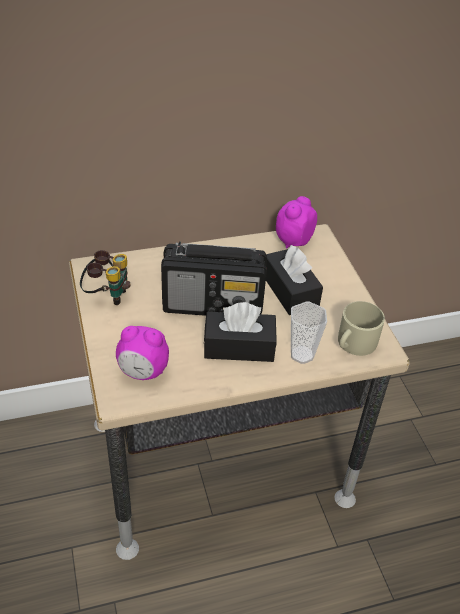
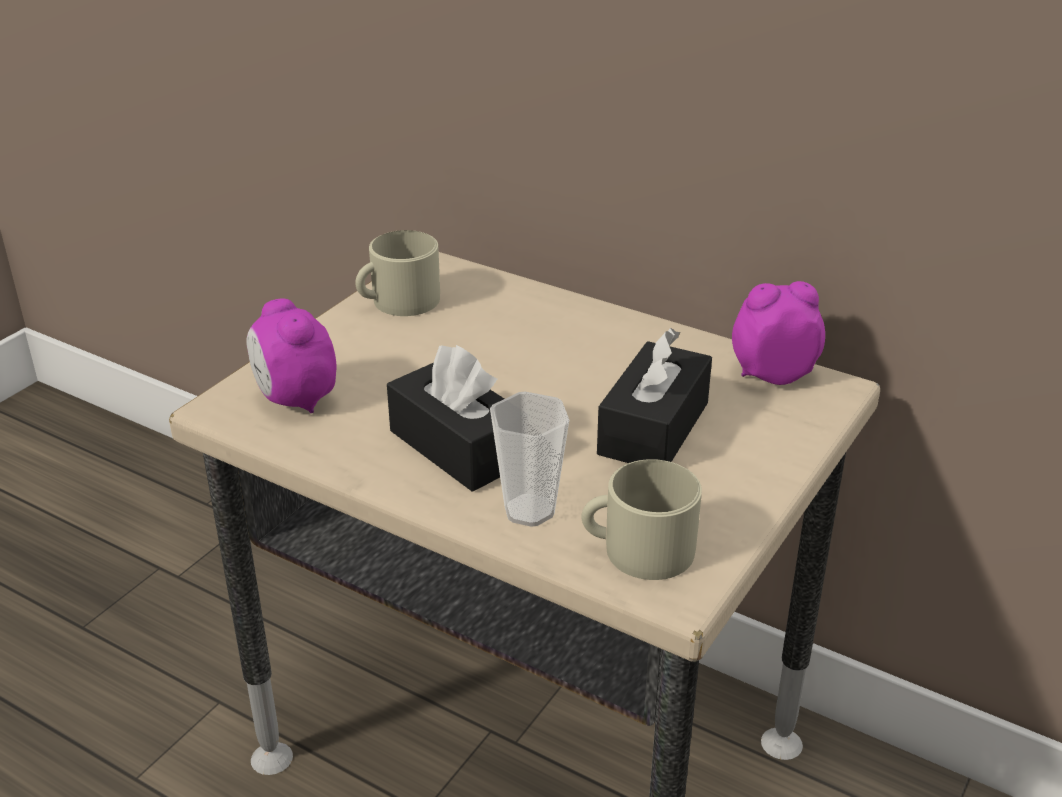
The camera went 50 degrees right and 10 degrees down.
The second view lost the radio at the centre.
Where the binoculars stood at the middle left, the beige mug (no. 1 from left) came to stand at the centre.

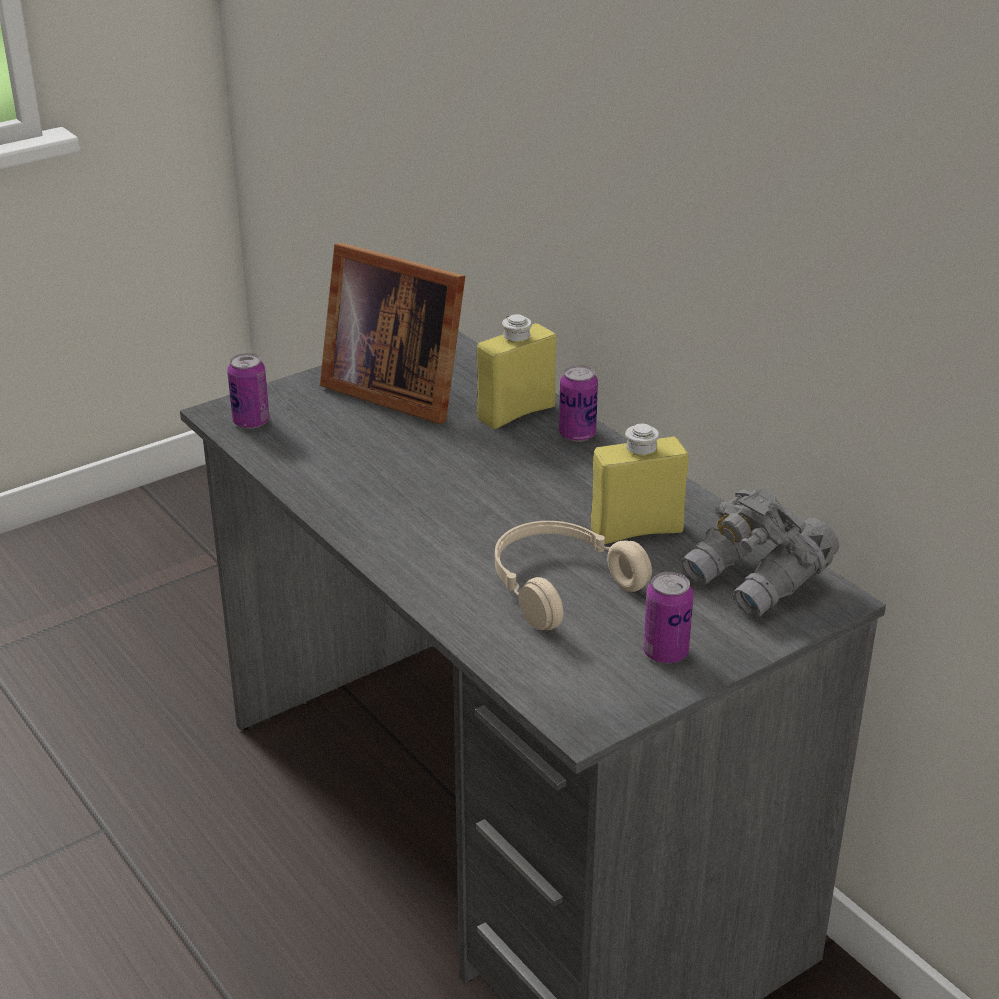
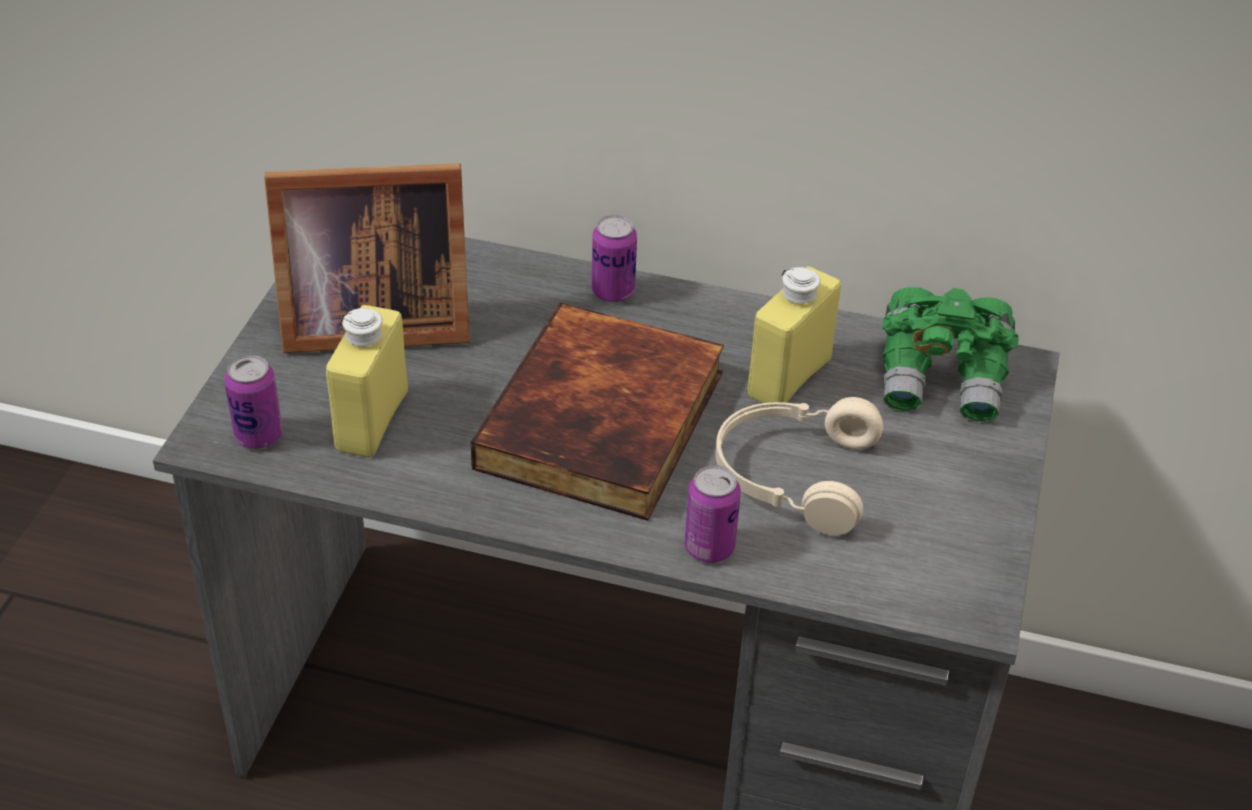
The camera went 40 degrees left and 10 degrees up.
The second view gained the book at the centre.
The yellow bottle (no. 1 from left) ended up elsewhere, having gone from the centre to the middle left.
The can (no. 3 from left) ended up elsewhere, having gone from the middle right to the centre.
What was the grey binoculars at the middle right turned into the green binoculars at the middle right.

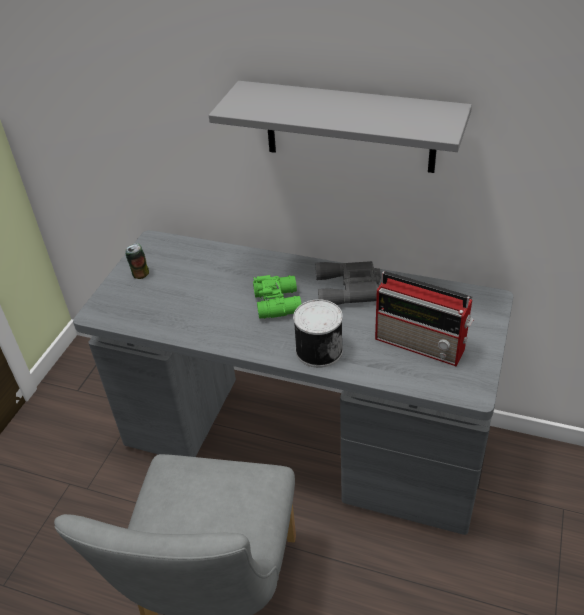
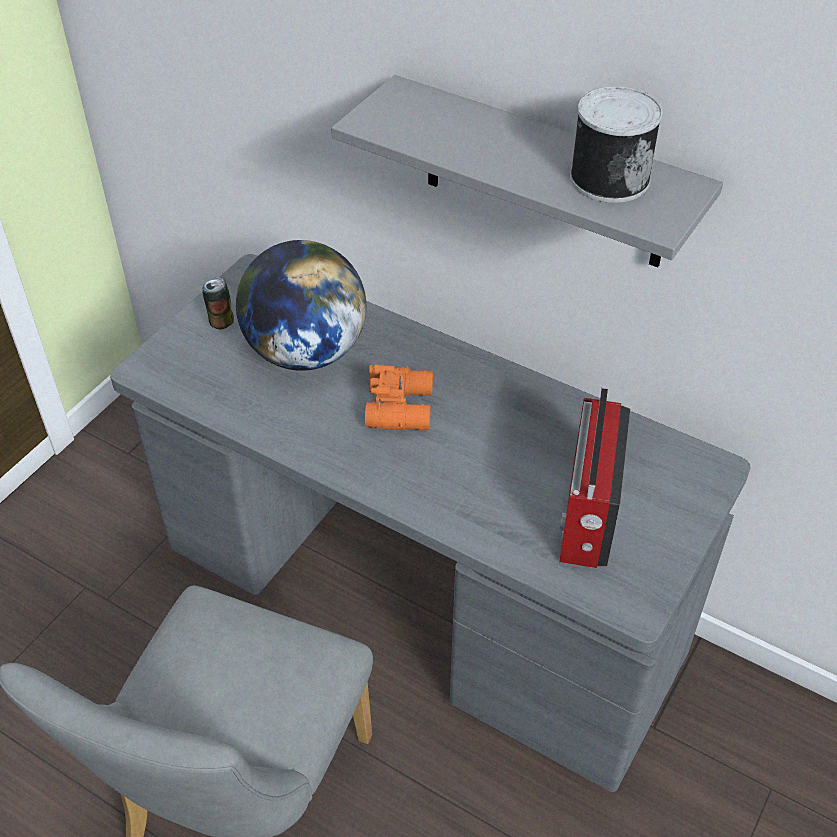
The camera went 10 degrees right and 5 degrees up.
The second view lost the grey binoculars at the centre.
The second view gained the globe at the centre.
The can (no. 2 from left) ended up elsewhere, having gone from the centre to the top right.
What was the green binoculars at the centre turned into the orange binoculars at the centre.
The radio at the middle right ended up facing another way, 60 degrees clockwise from before.

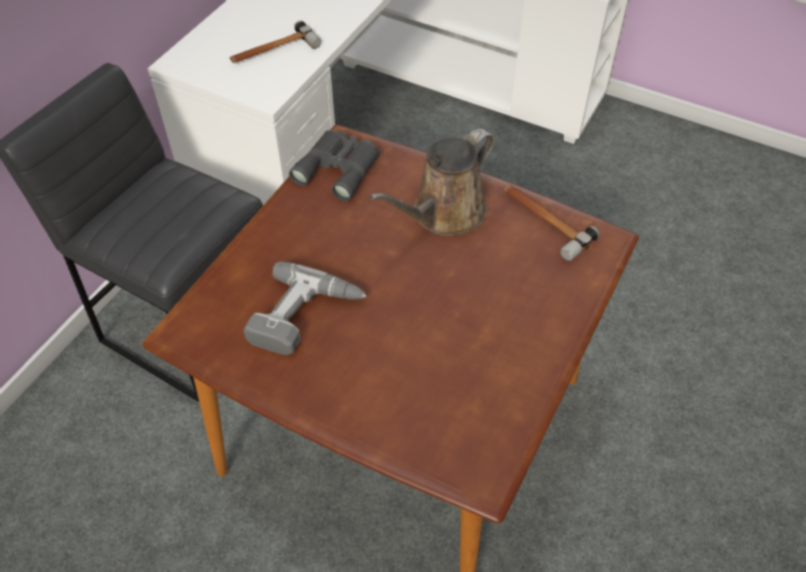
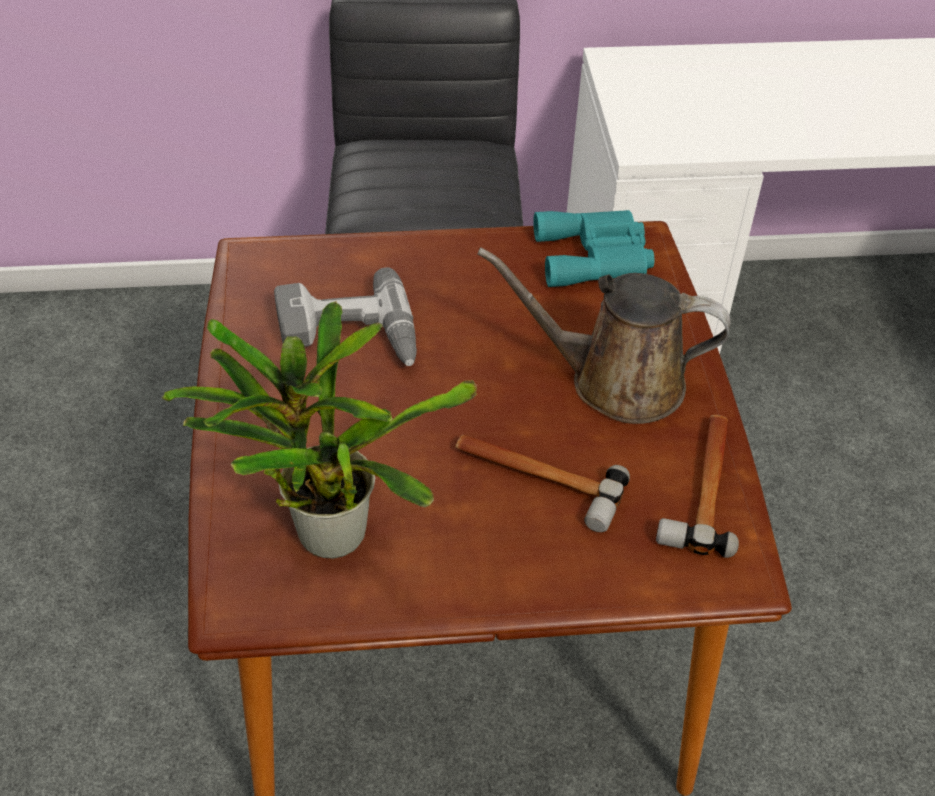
The camera went 55 degrees right and 5 degrees down.
The second view gained the potted plant at the centre.
The hammer (no. 1 from left) ended up elsewhere, having gone from the top centre to the centre.
What was the grey binoculars at the top centre turned into the turquoise binoculars at the top centre.

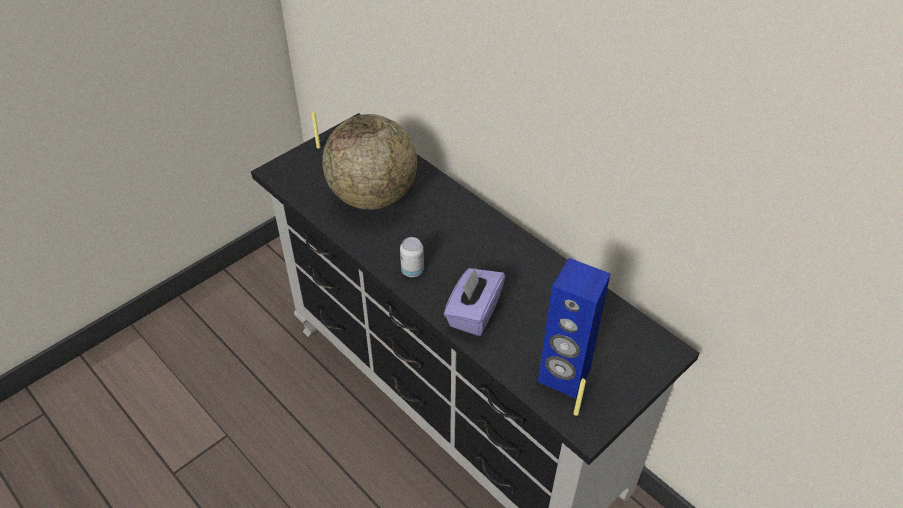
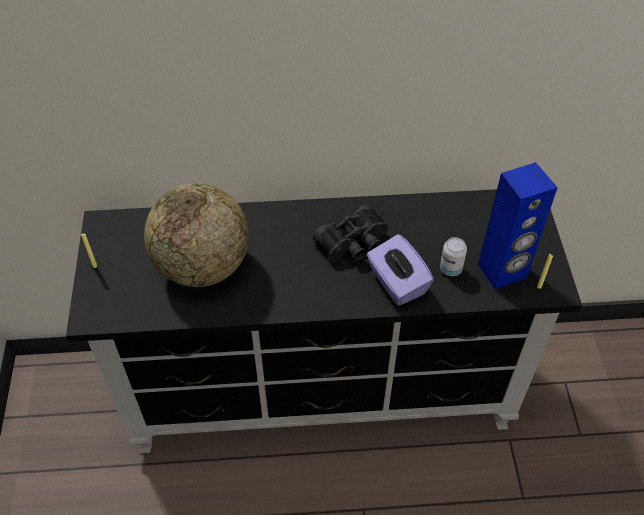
The camera went 50 degrees left and 5 degrees up.
The second view gained the black binoculars at the centre.
The can ended up elsewhere, having gone from the centre to the middle right.

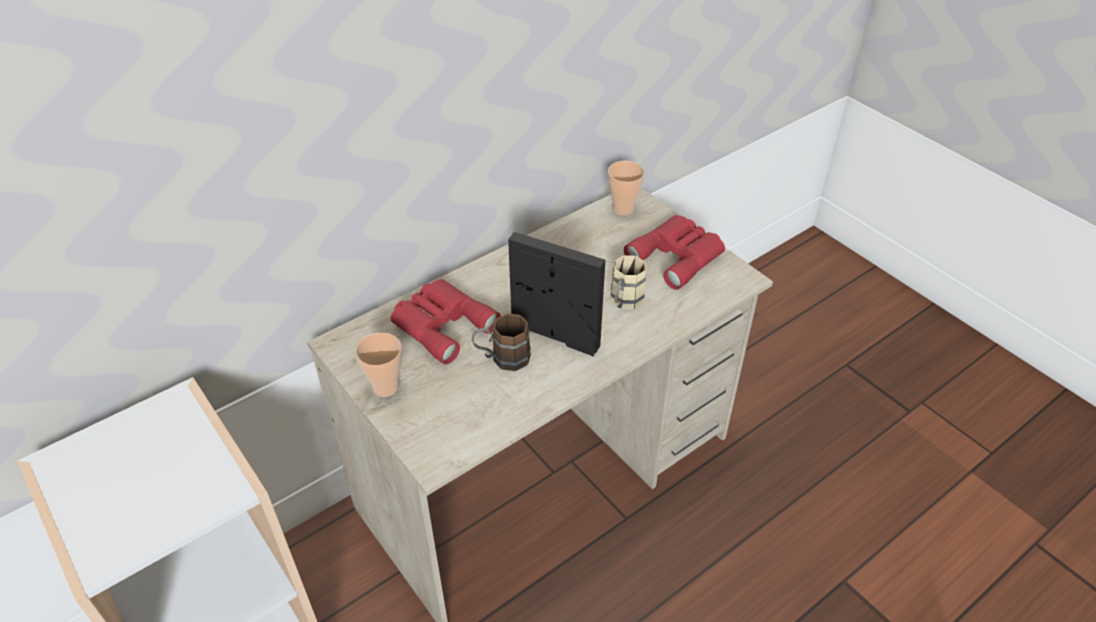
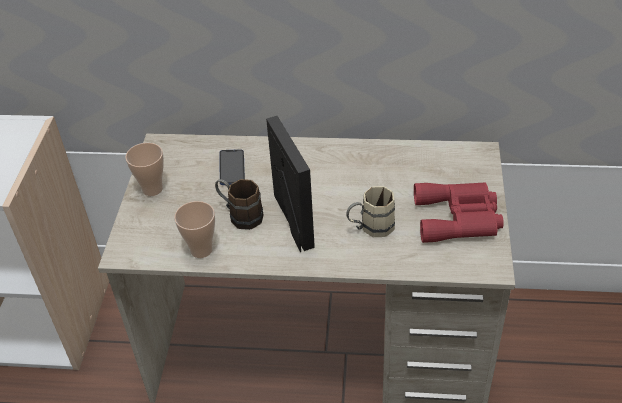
The camera went 45 degrees right and 0 degrees up.
The cup (no. 2 from left) ended up elsewhere, having gone from the top centre to the middle left.
Where the red binoculars (no. 1 from left) stood at the centre, the phone came to stand at the centre.

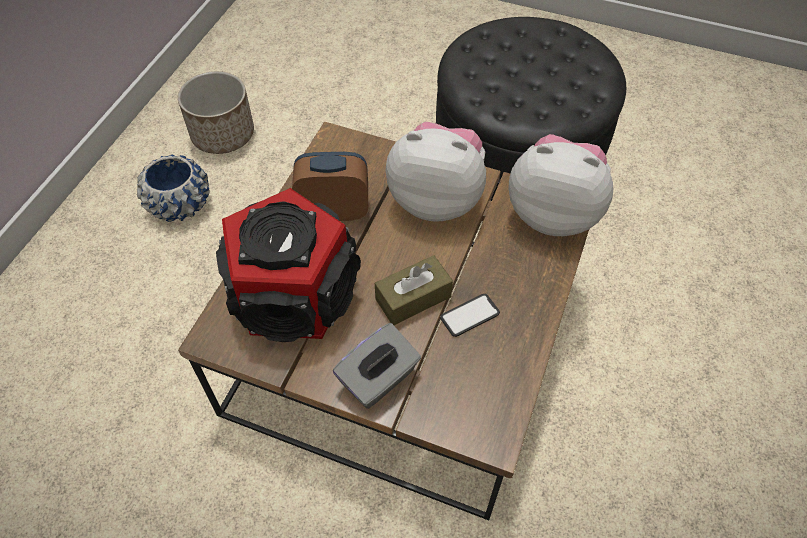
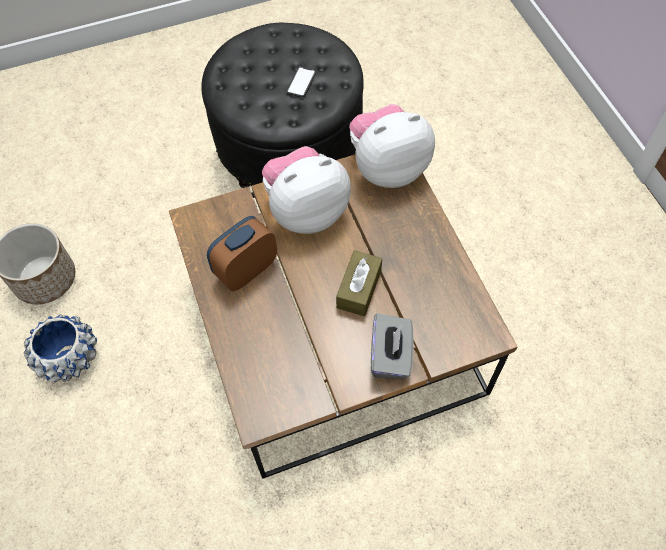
The camera went 40 degrees left and 5 degrees up.
The second view lost the speaker at the centre.
The phone ended up elsewhere, having gone from the centre to the top centre.

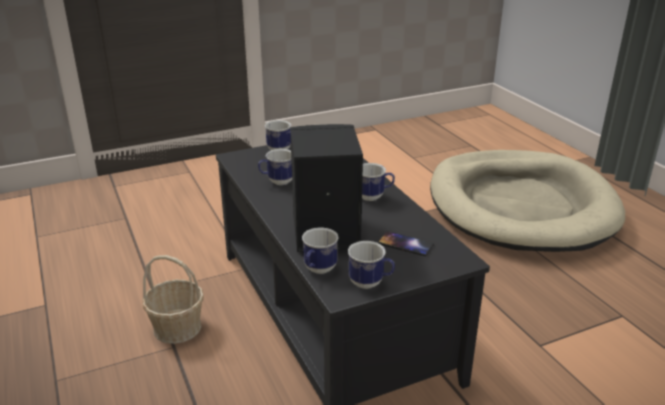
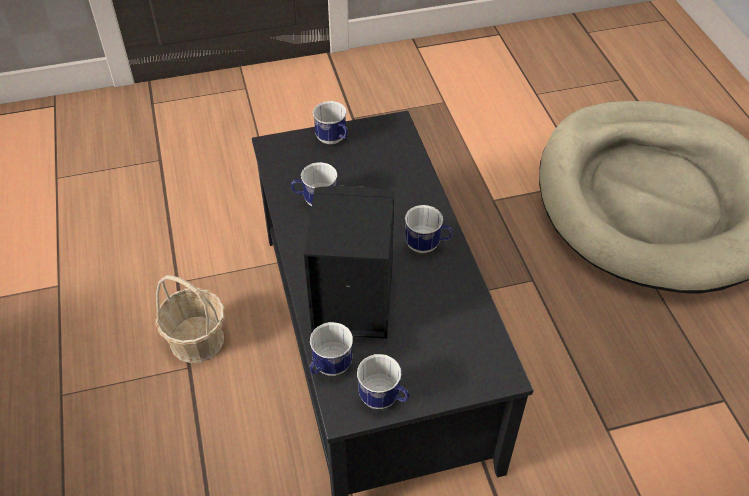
The camera went 10 degrees right and 20 degrees up.
The second view lost the phone at the centre.

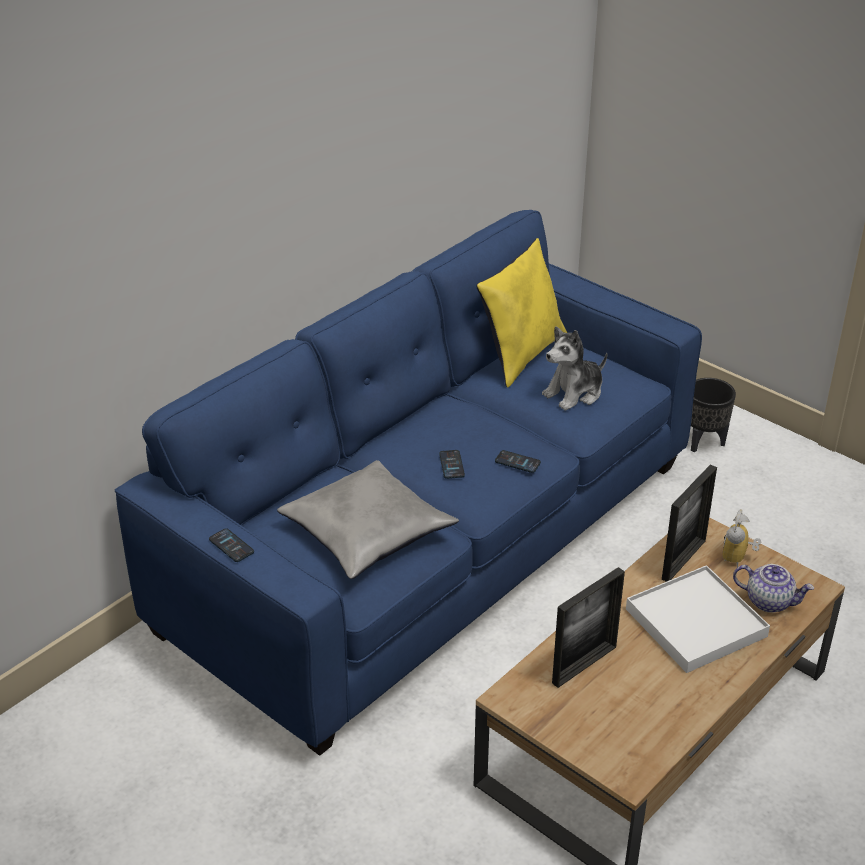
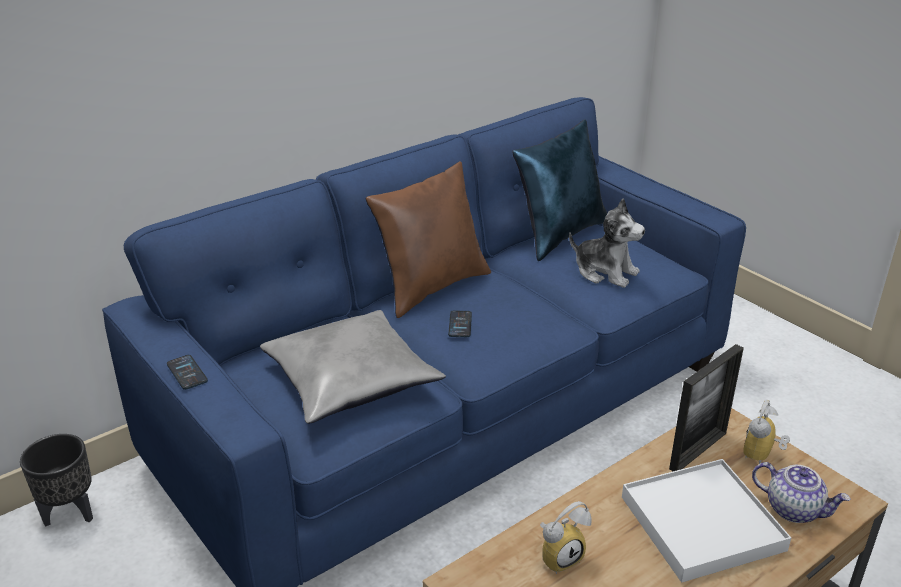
The camera went 10 degrees right and 5 degrees down.
The second view lost the phone (no. 3 from left) at the centre.
The second view gained the brown pillow at the centre.
The black planter ended up elsewhere, having gone from the middle right to the bottom left.
Where the picture frame (no. 1 from left) stood at the bottom right, the alarm clock (no. 1 from left) came to stand at the bottom centre.
What was the yellow pillow at the centre turned into the blue pillow at the top centre.
The plush toy at the centre ended up facing another way, 120 degrees counterclockwise from before.

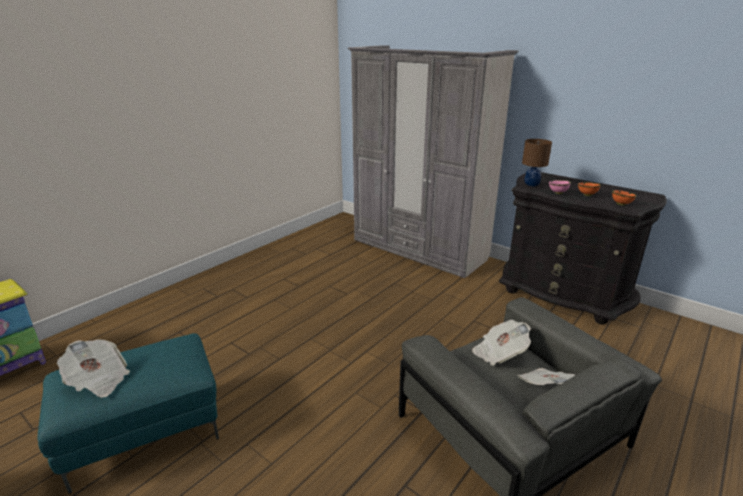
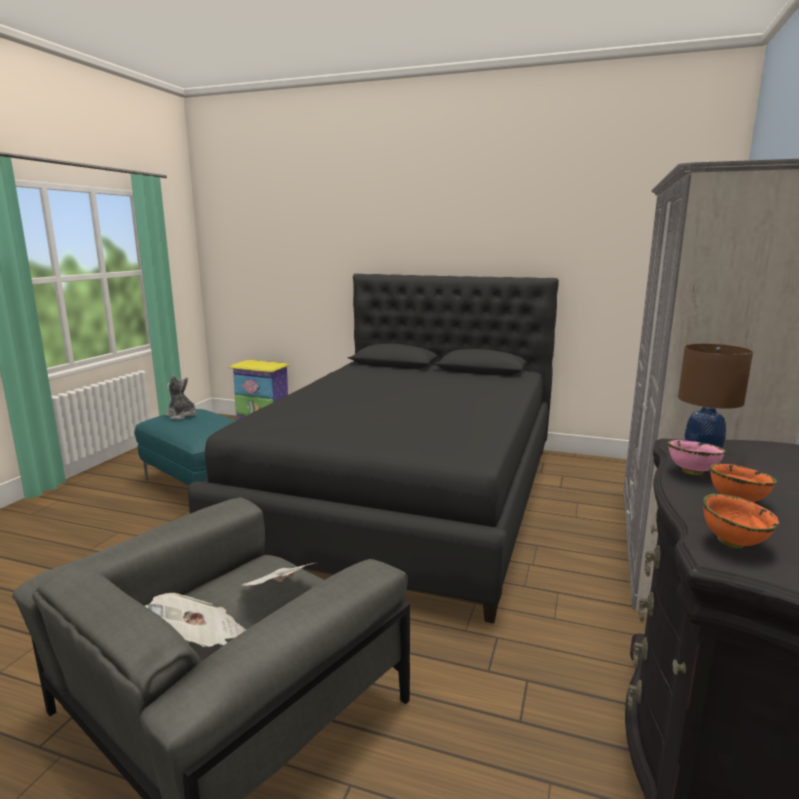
The camera went 70 degrees right and 10 degrees down.
The second view gained the black bed at the centre.
Where the newspaper (no. 1 from left) stood at the bottom left, the plush toy came to stand at the middle left.

